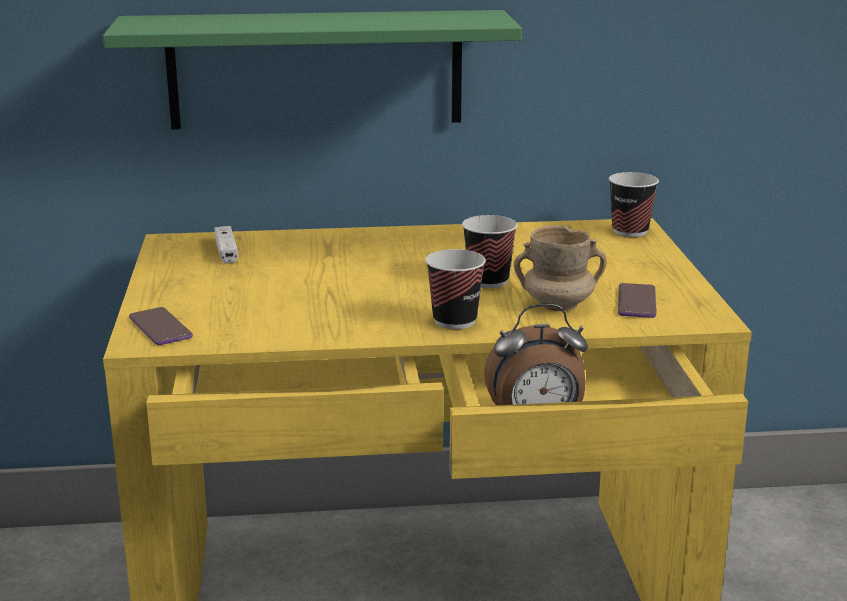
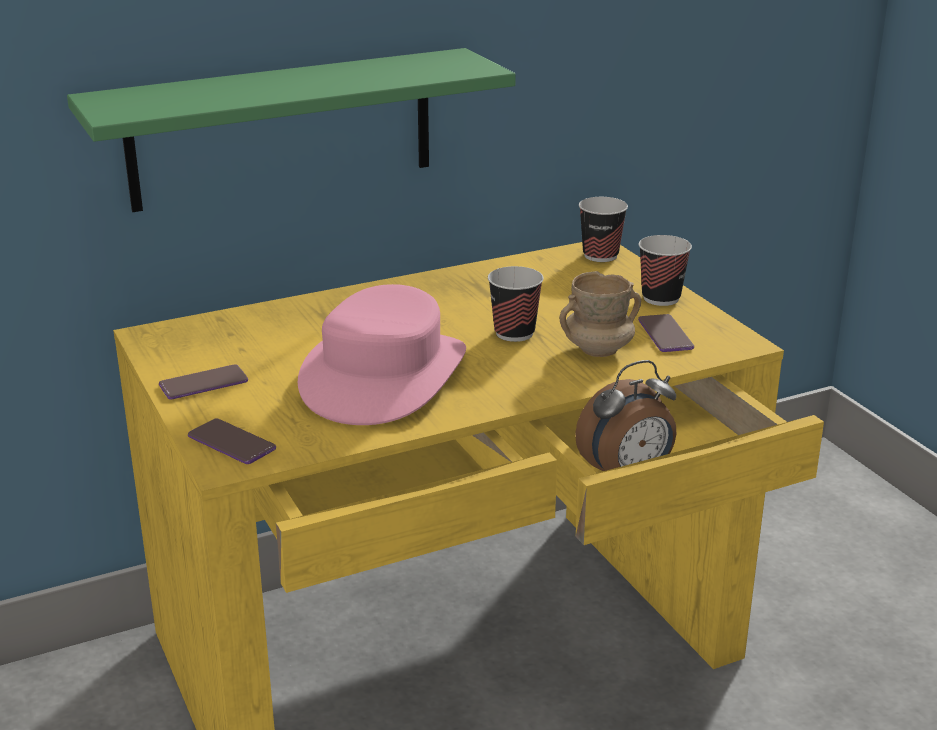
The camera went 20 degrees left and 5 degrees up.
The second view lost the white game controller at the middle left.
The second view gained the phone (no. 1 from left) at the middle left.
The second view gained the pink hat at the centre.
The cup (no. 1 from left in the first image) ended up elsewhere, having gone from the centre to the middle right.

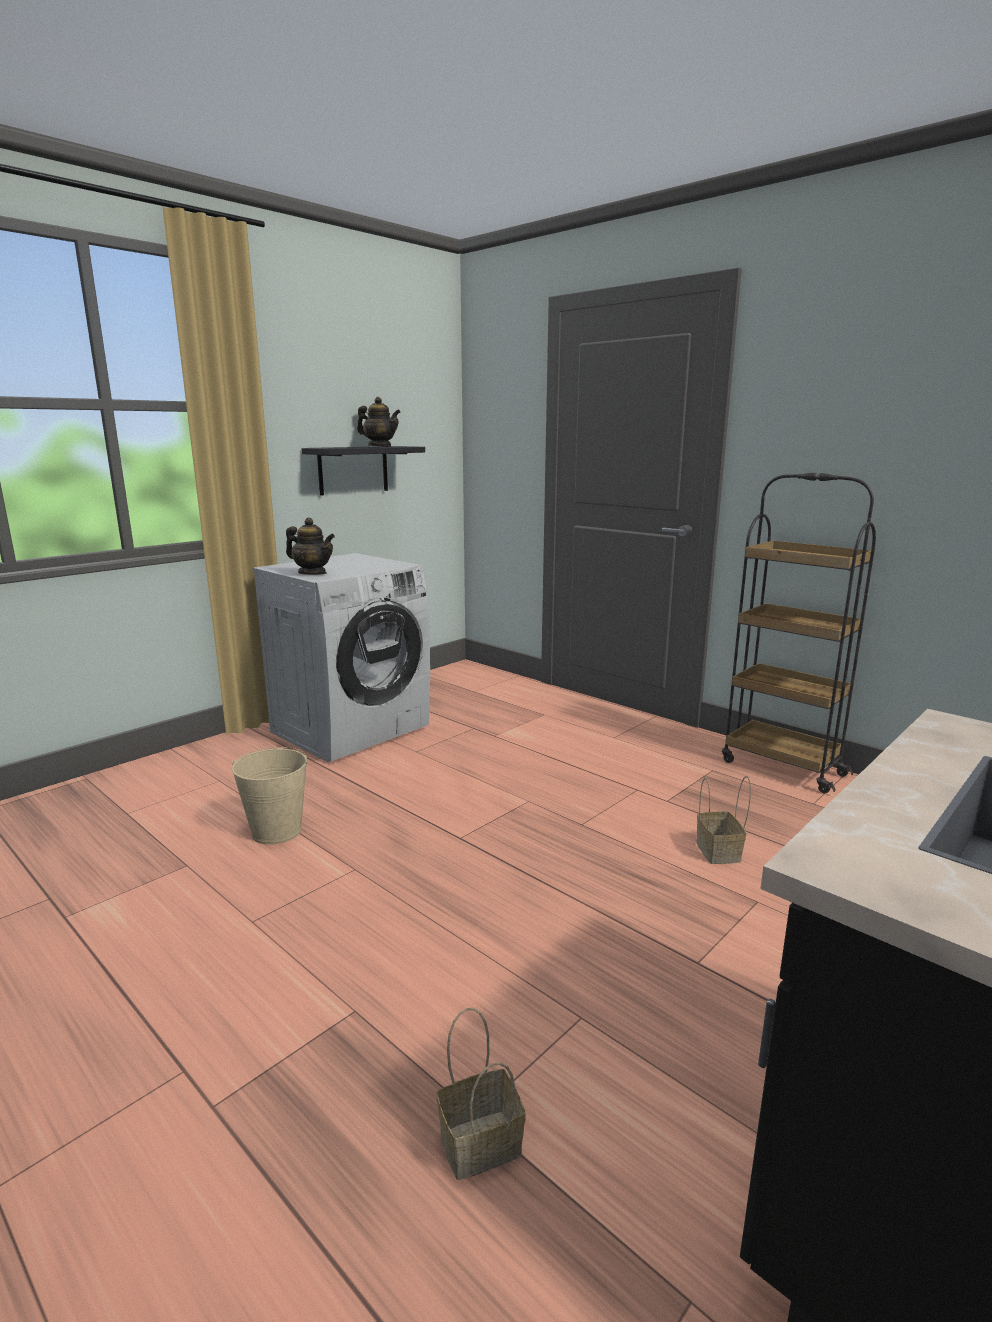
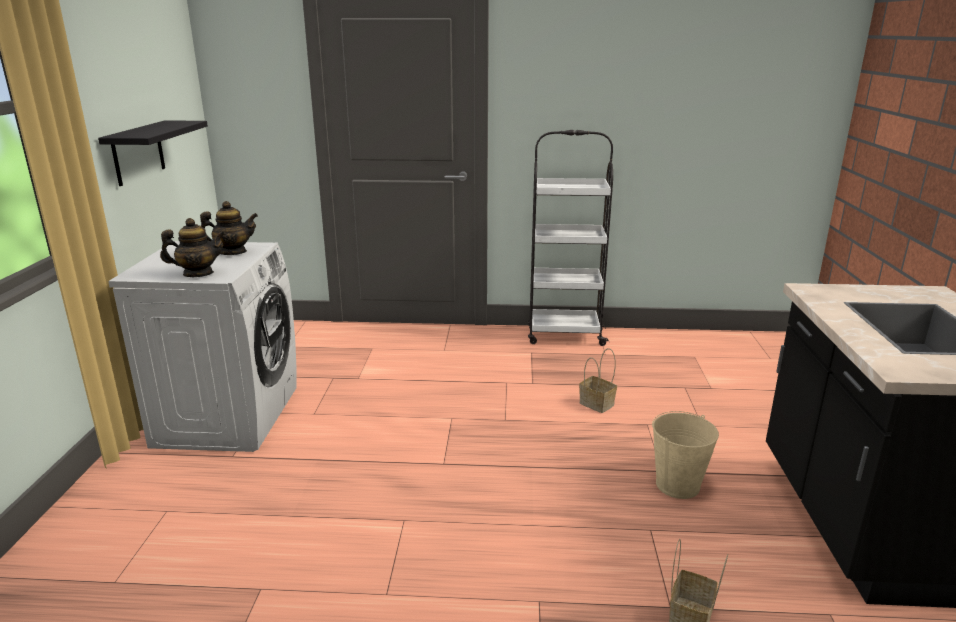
The camera went 40 degrees left and 5 degrees up.
The beige bucket ended up elsewhere, having gone from the middle left to the bottom right.
The teapot (no. 2 from left) ended up elsewhere, having gone from the top centre to the middle left.
What was the brown cart at the middle right turned into the white cart at the centre.

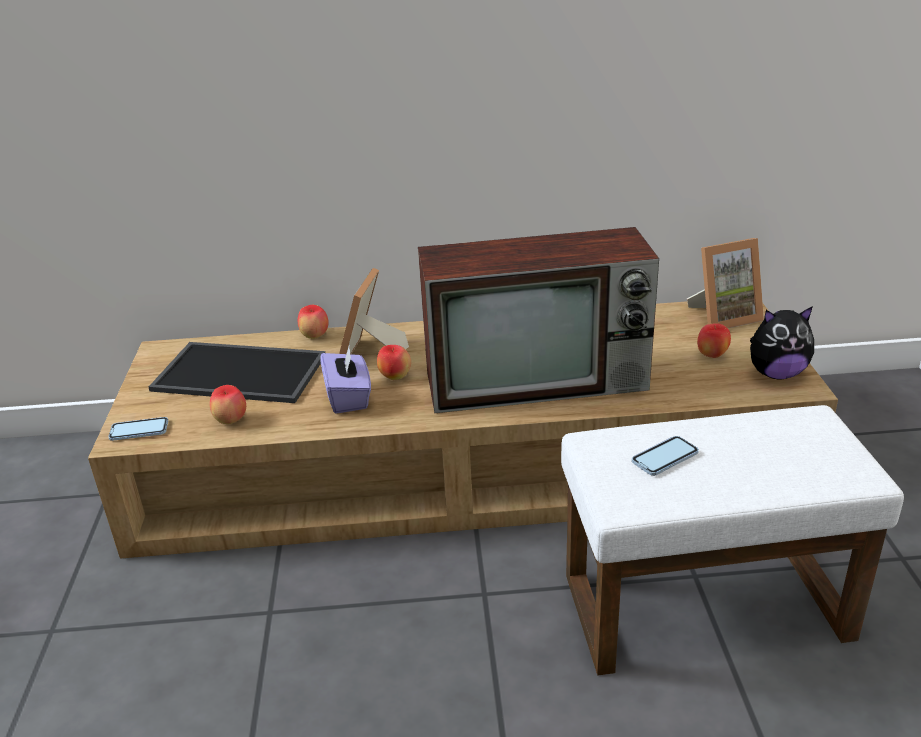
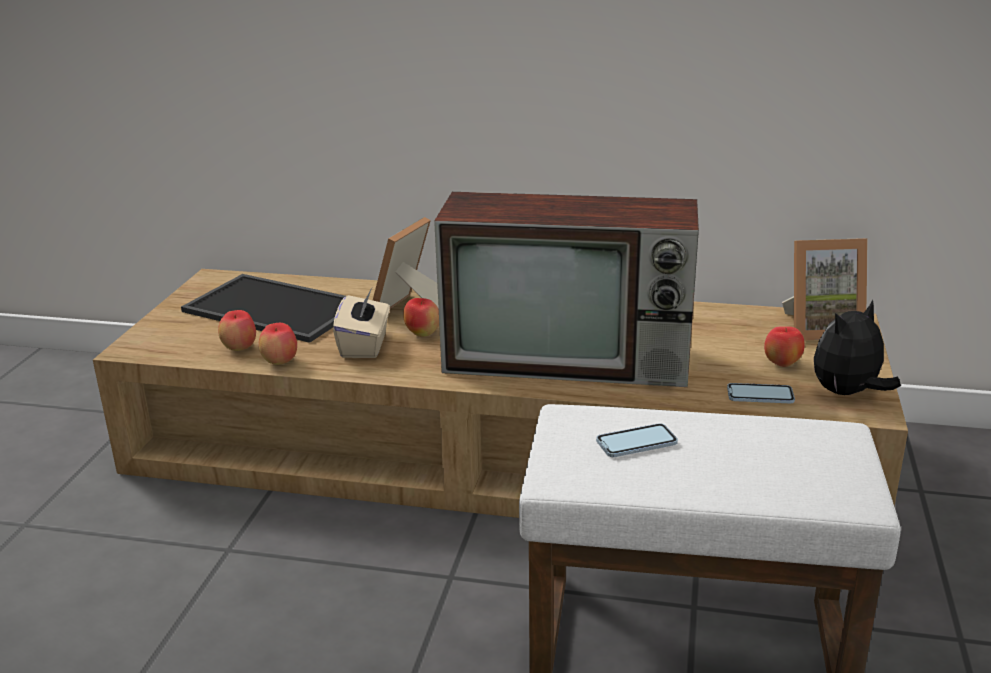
The camera went 15 degrees right and 5 degrees down.
The phone (no. 1 from left in the first image) ended up elsewhere, having gone from the middle left to the middle right.
The apple (no. 2 from left) ended up elsewhere, having gone from the centre to the middle left.
What was the purple tissue box at the centre turned into the beige tissue box at the centre.
The plush toy at the middle right ended up facing another way, 135 degrees clockwise from before.

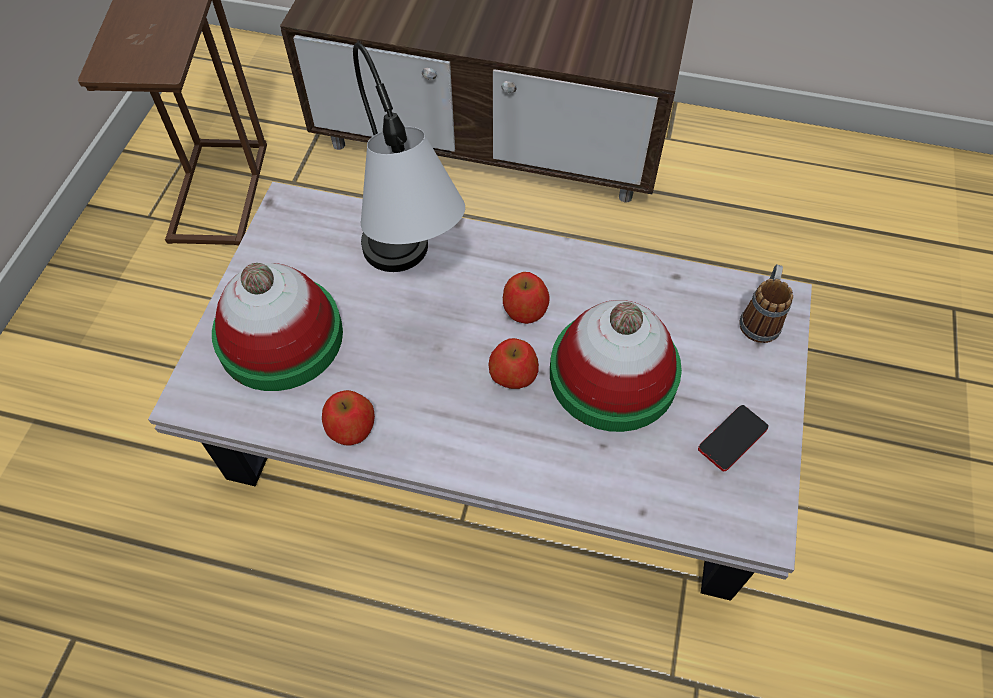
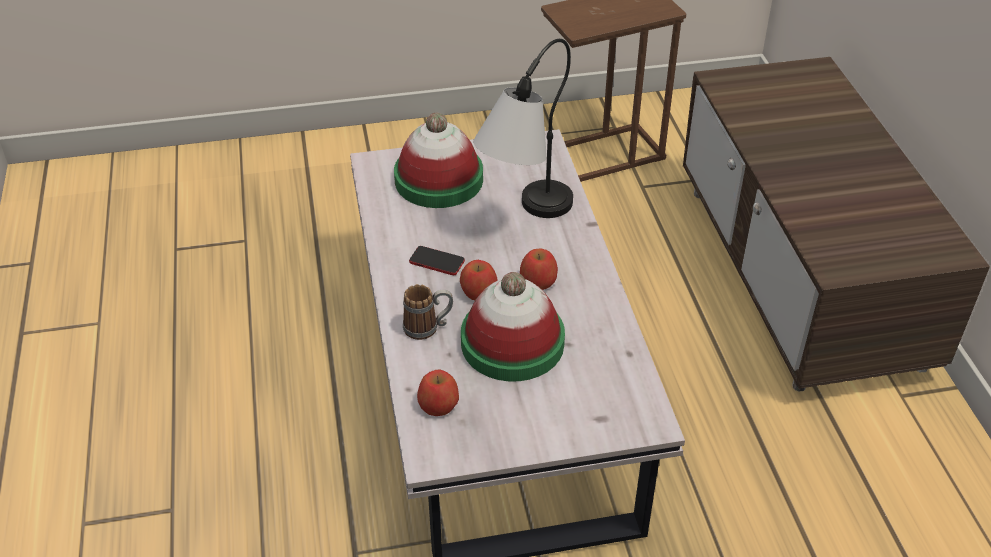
The camera went 65 degrees right and 15 degrees down.
The apple (no. 1 from left) ended up elsewhere, having gone from the centre to the bottom centre.
The phone ended up elsewhere, having gone from the middle right to the centre.
The mug ended up elsewhere, having gone from the middle right to the centre.

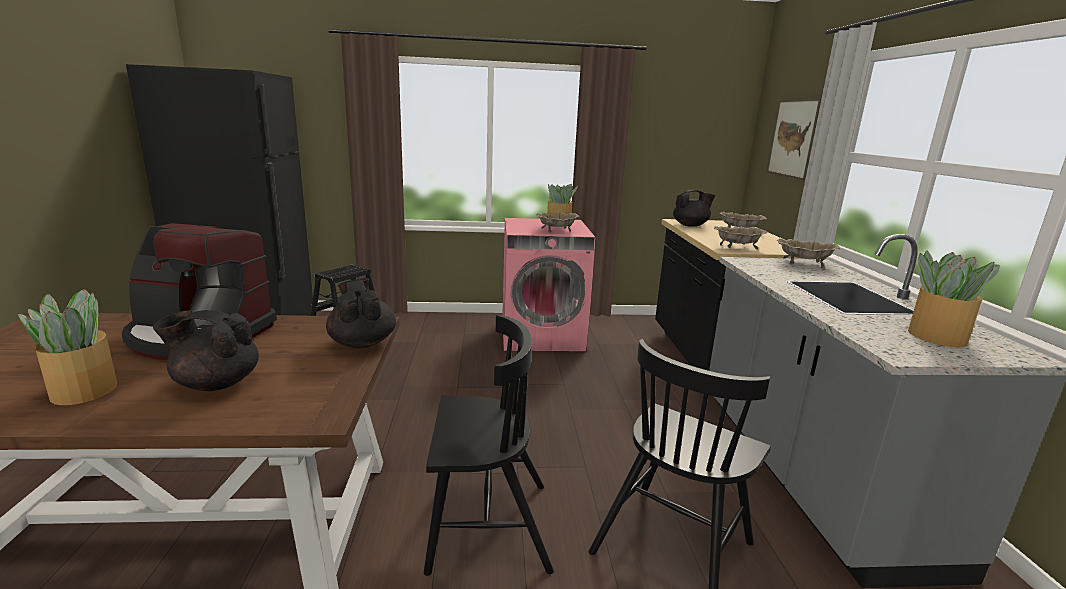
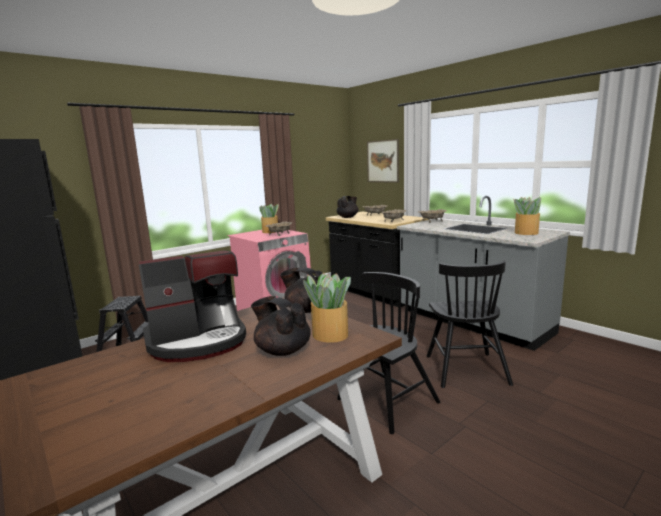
The camera went 35 degrees left and 5 degrees down.
The potted plant (no. 1 from left in the first image) ended up elsewhere, having gone from the middle left to the centre.
The black teapot (no. 1 from left) at the middle left ended up facing another way, 75 degrees clockwise from before.

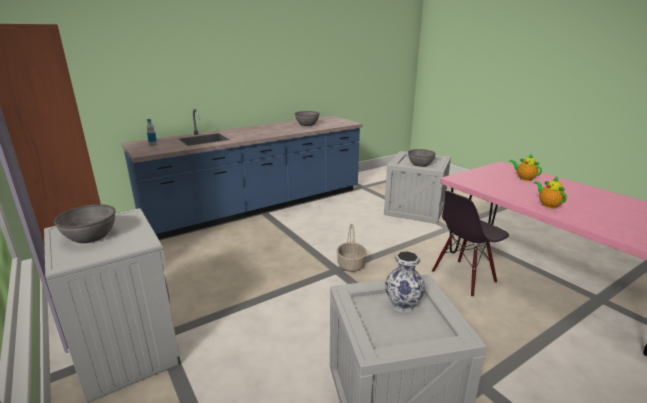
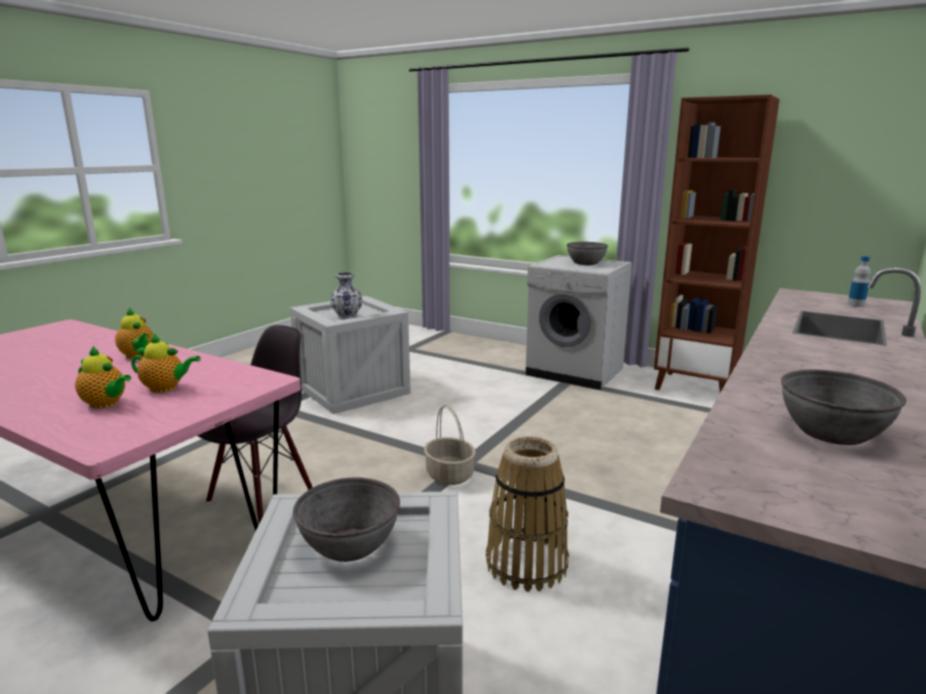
The camera went 155 degrees right and 5 degrees down.
The second view gained the teapot (no. 3 from left) at the middle left.
The second view gained the basket (no. 2 from left) at the bottom centre.

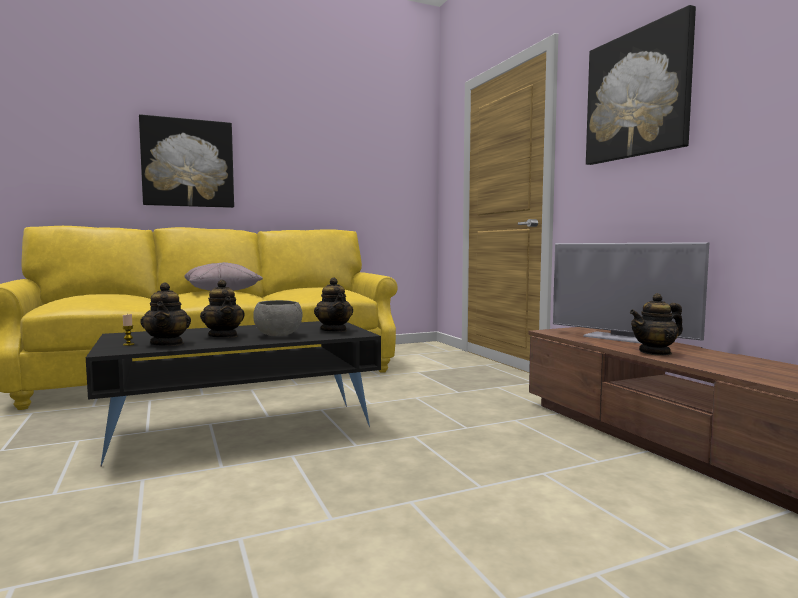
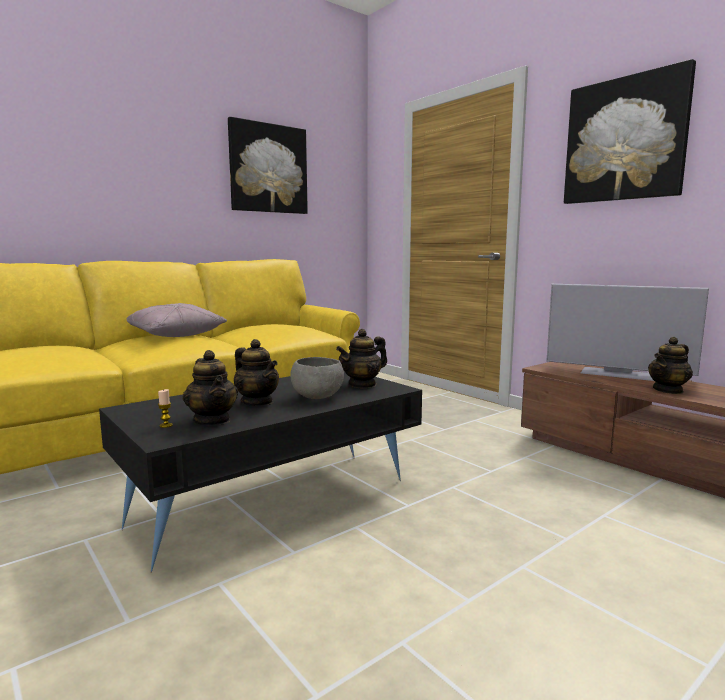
The camera went 15 degrees left and 5 degrees up.
The picture (no. 1 from left) ended up elsewhere, having gone from the top left to the top centre.
The teapot (no. 3 from left) at the centre ended up facing another way, 90 degrees clockwise from before.

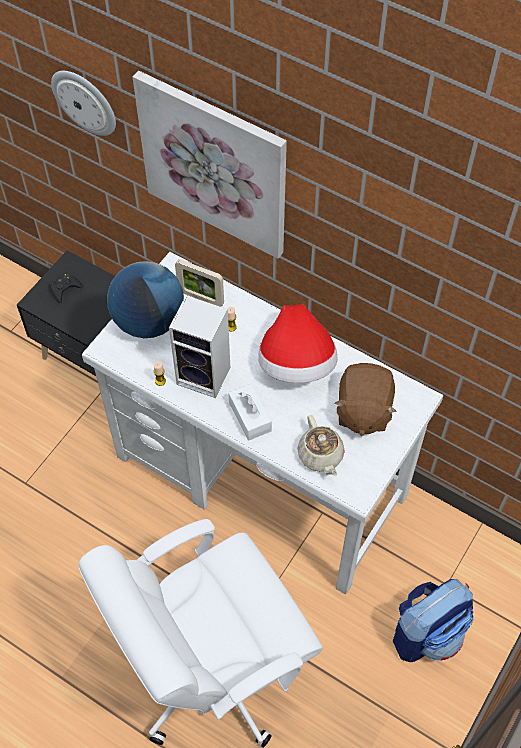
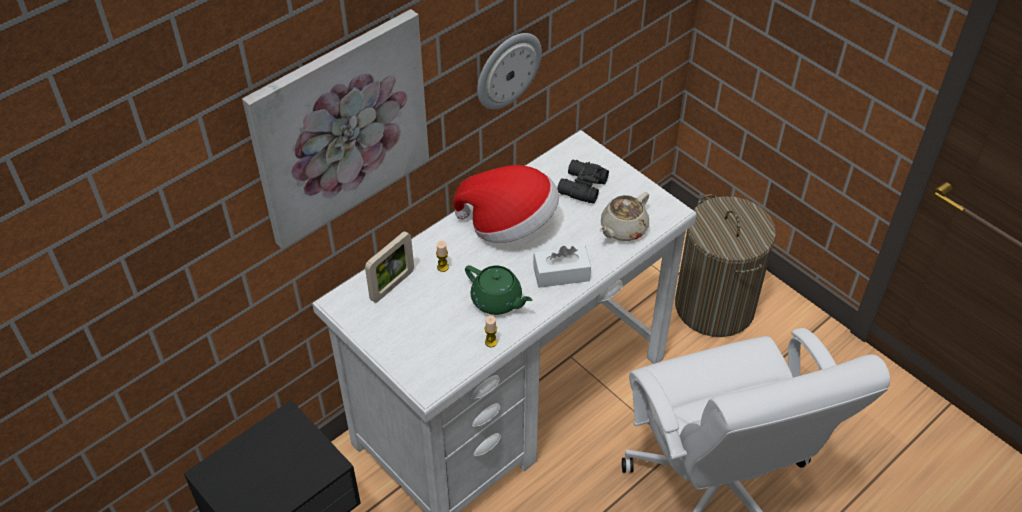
The camera went 75 degrees left and 10 degrees down.
The second view lost the black game controller at the middle left.
The second view lost the globe at the middle left.
The wall clock ended up elsewhere, having gone from the top left to the top centre.
Where the speaker stood at the centre, the green teapot came to stand at the centre.
Where the brown plush toy stood at the middle right, the black binoculars came to stand at the centre.
Where the backpack stood at the bottom right, the laundry basket came to stand at the middle right.
The beige teapot at the centre ended up facing another way, 135 degrees clockwise from before.

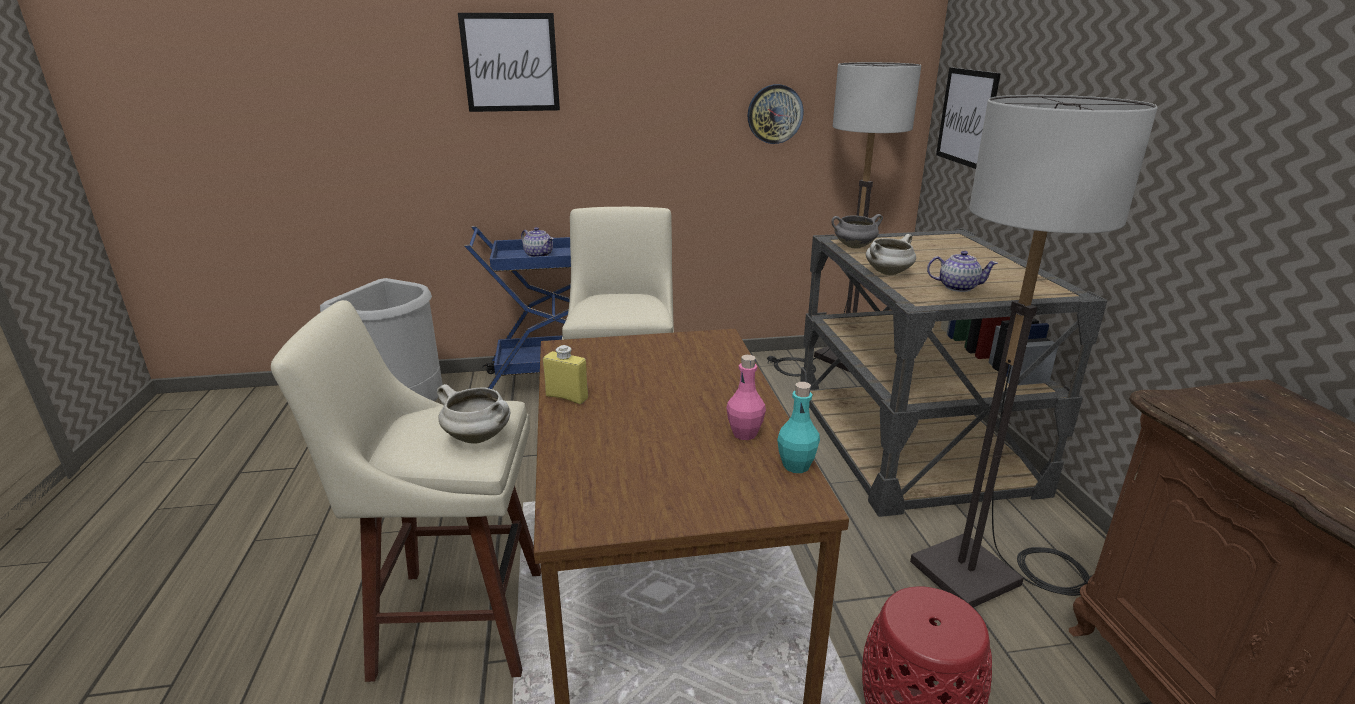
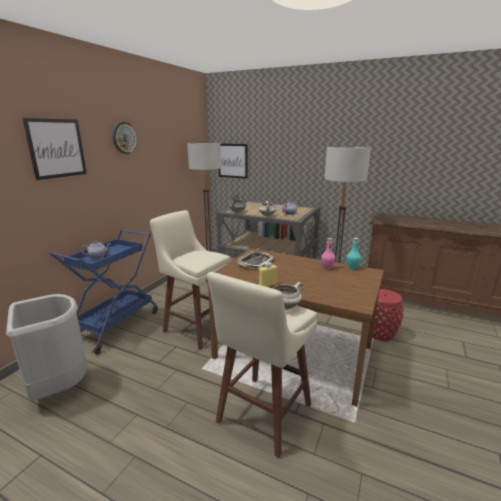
The camera went 55 degrees left and 5 degrees down.
The second view gained the tray at the centre.
The wall clock ended up elsewhere, having gone from the top centre to the top left.

